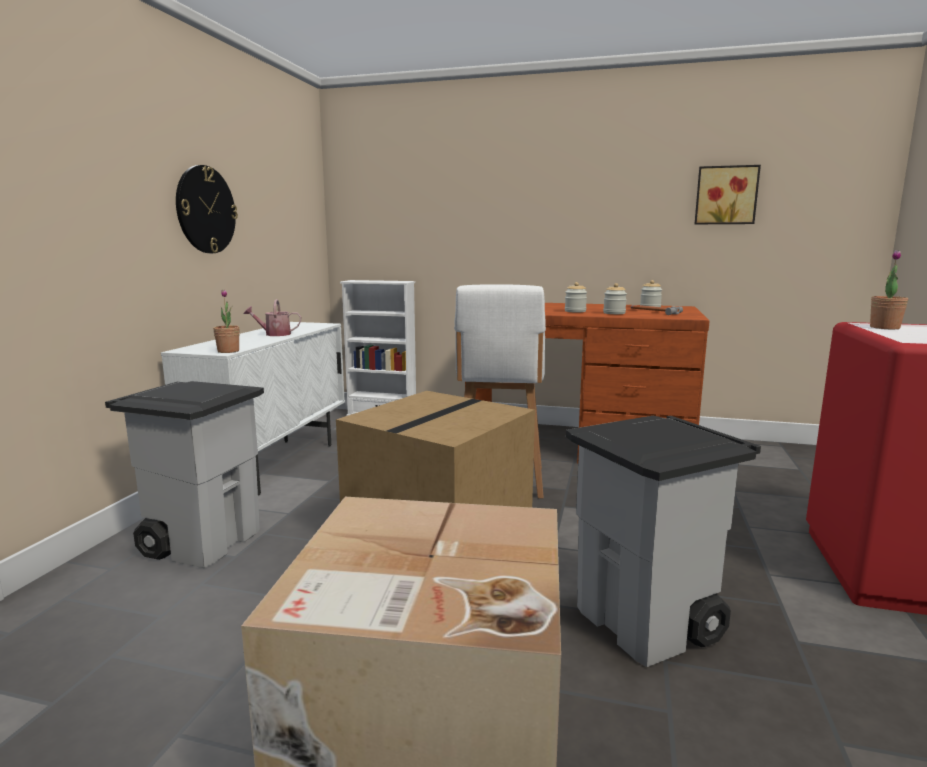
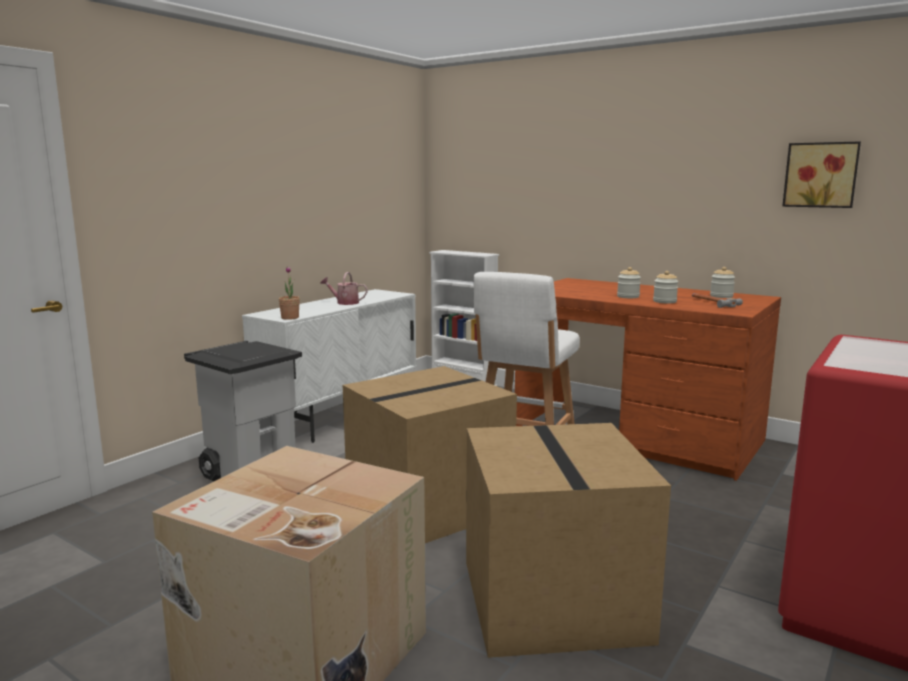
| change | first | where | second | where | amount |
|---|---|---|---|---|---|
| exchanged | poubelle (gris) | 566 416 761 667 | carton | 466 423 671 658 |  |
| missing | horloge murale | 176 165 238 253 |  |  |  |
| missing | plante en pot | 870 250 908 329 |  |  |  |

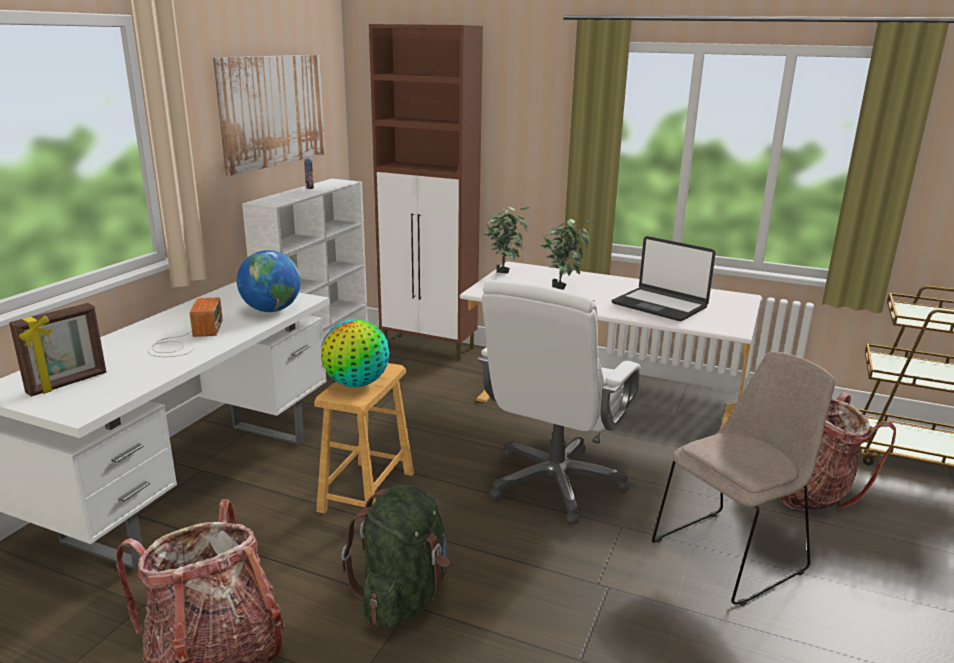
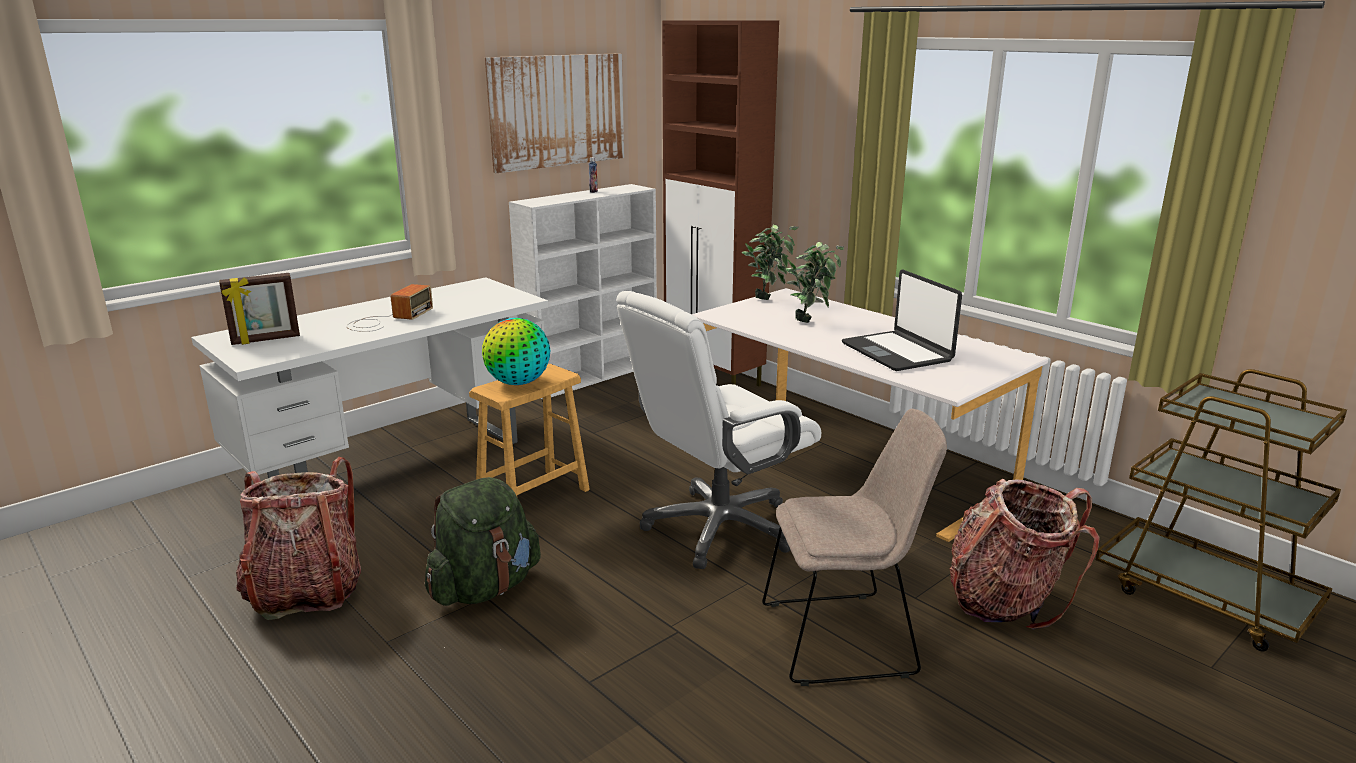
| change | first | where | second | where | amount |
|---|---|---|---|---|---|
| missing | globe | 237 250 301 312 |  |  |  |

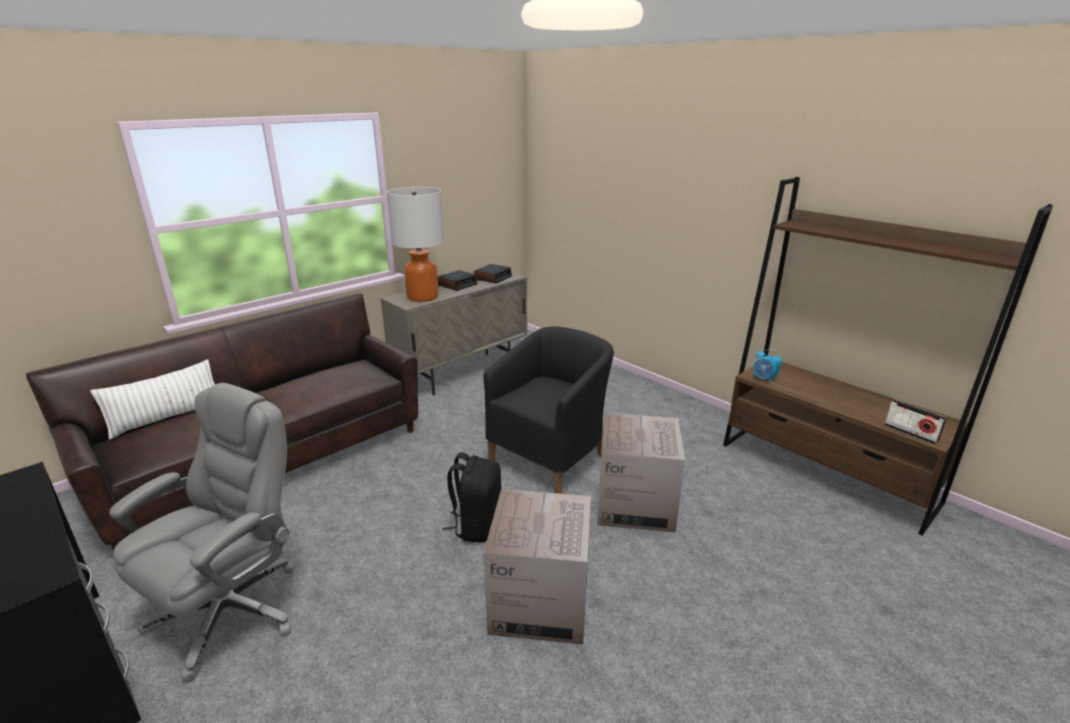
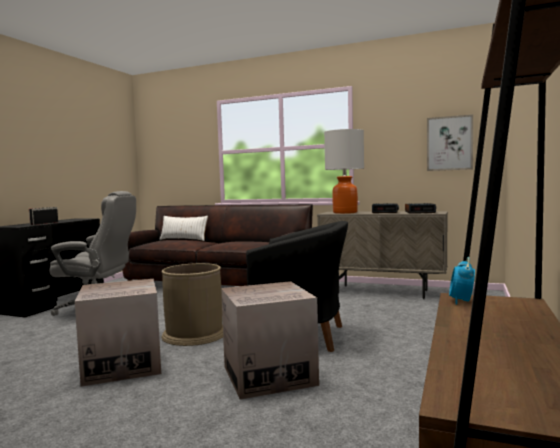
| change | first | where | second | where | amount |
|---|---|---|---|---|---|
| relocated | radio | 884 400 947 444 |  | 29 207 58 225 |  |
| exchanged | sac à dos (noir) | 443 453 501 543 | poubelle (marron) | 162 263 223 346 |  |
| appeared |  |  | tableau | 427 114 473 171 |  |

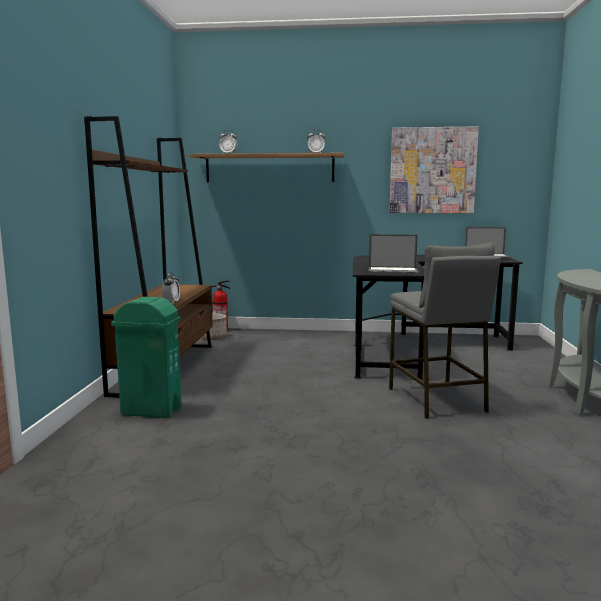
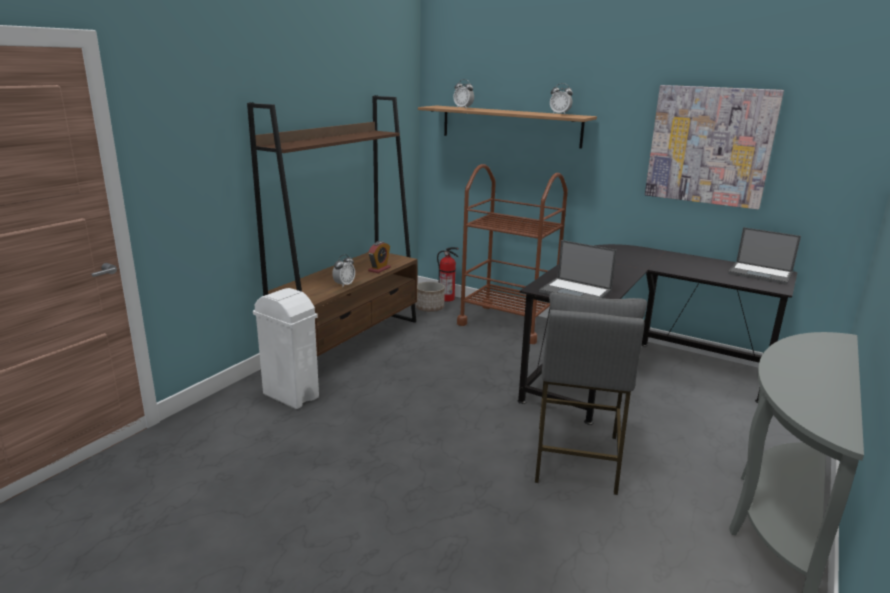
| change | first | where | second | where | amount |
|---|---|---|---|---|---|
| colour | poubelle (vert) | 111 297 181 418 | poubelle (blanc) | 253 288 319 409 |  |
| appeared |  |  | réveil | 368 241 391 273 |  |
| appeared |  |  | chariot (marron) | 457 164 568 344 |  |

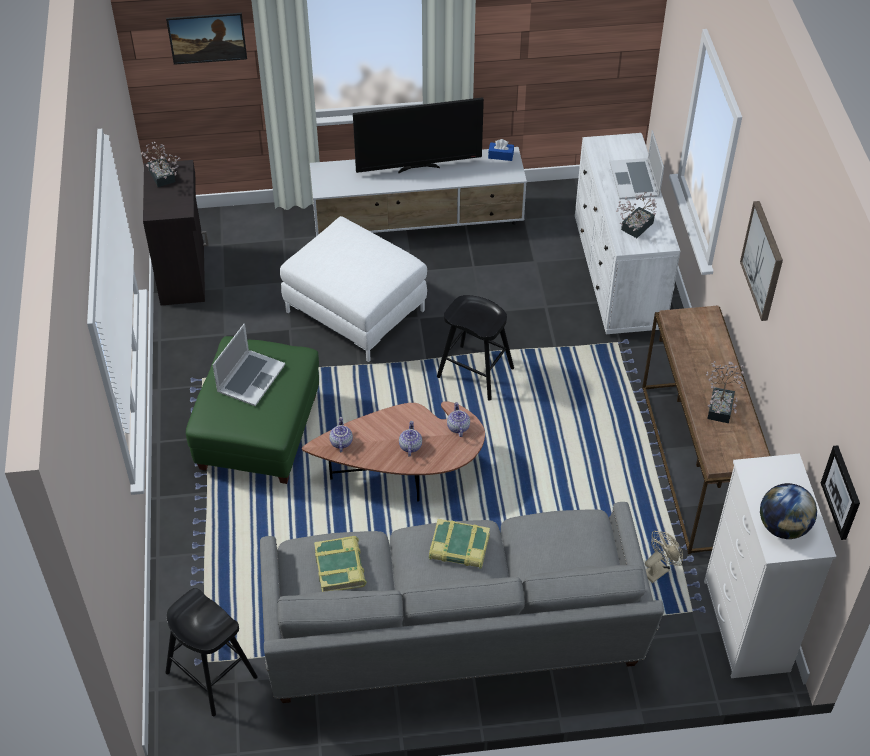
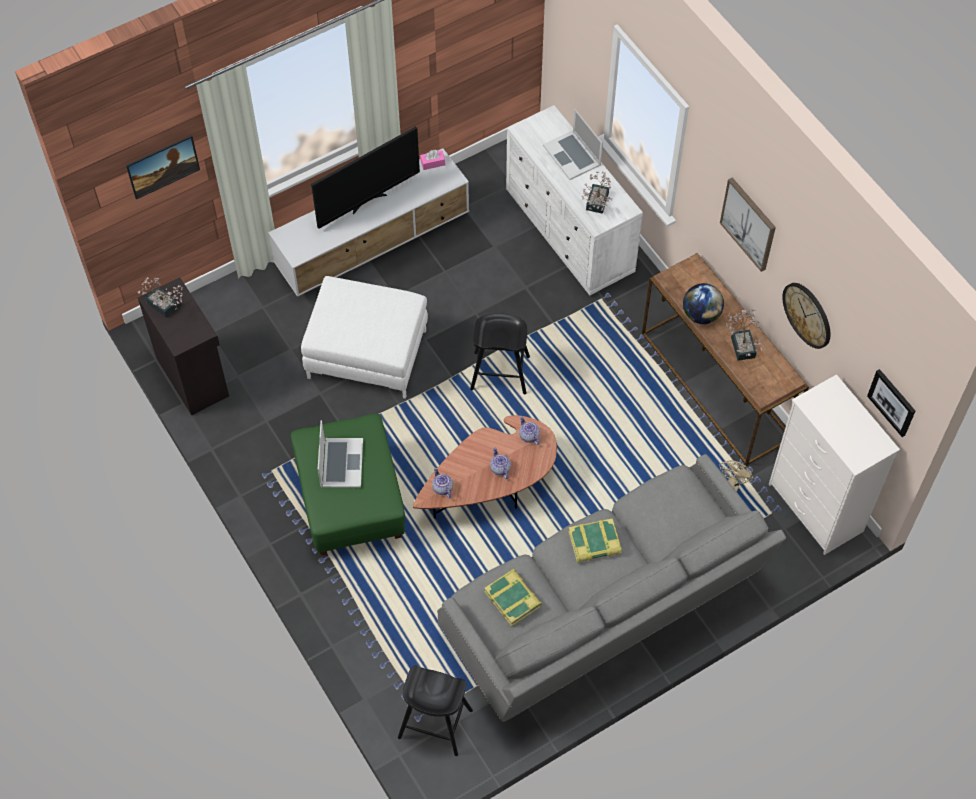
| change | first | where | second | where | amount |
|---|---|---|---|---|---|
| colour | boîte à mouchoirs (bleu) | 488 139 514 161 | boîte à mouchoirs (rose) | 420 150 445 170 |  |
| relocated | globe | 760 483 817 539 |  | 683 283 724 324 |  |
| appeared |  |  | horloge murale | 782 283 830 349 |  |

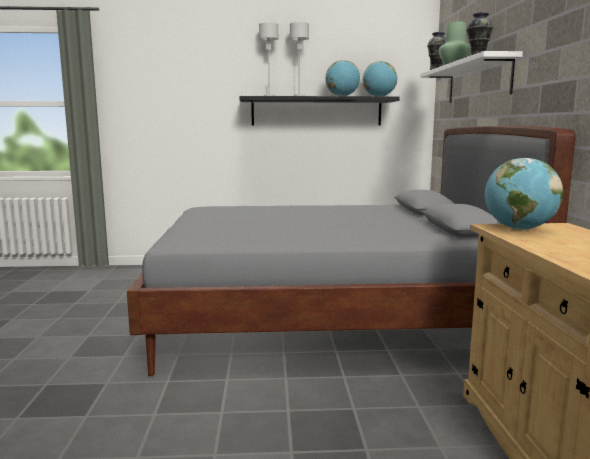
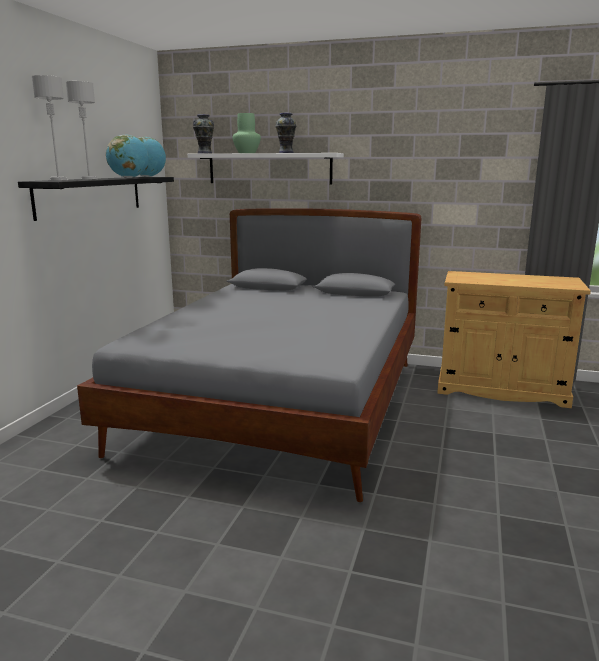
| change | first | where | second | where | amount |
|---|---|---|---|---|---|
| missing | globe | 485 158 563 230 |  |  |  |

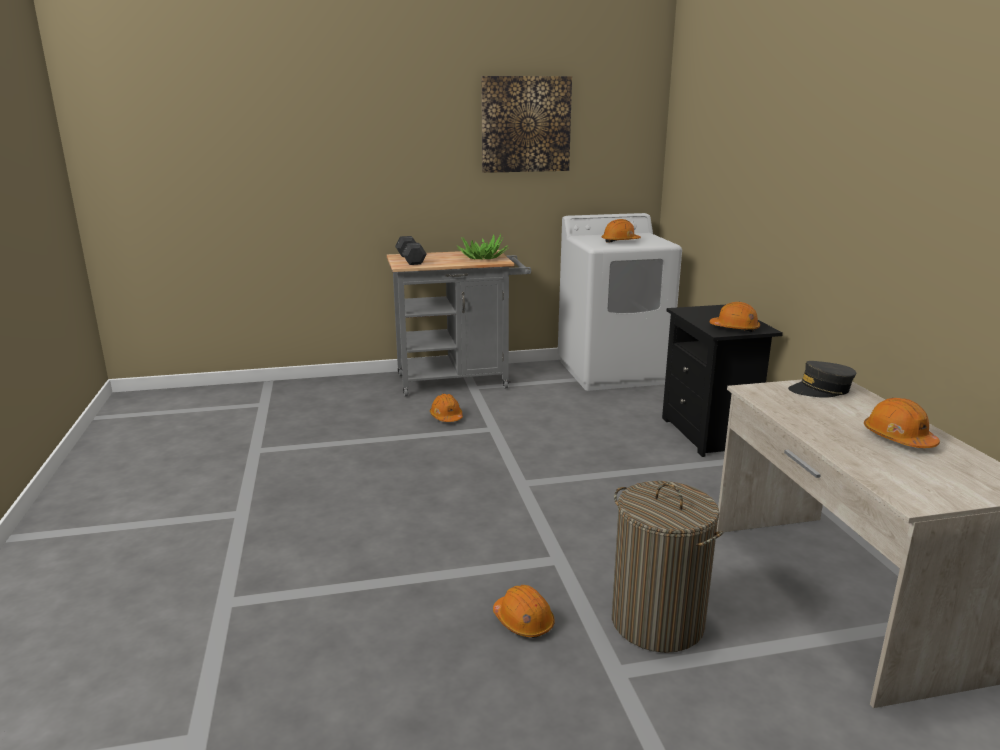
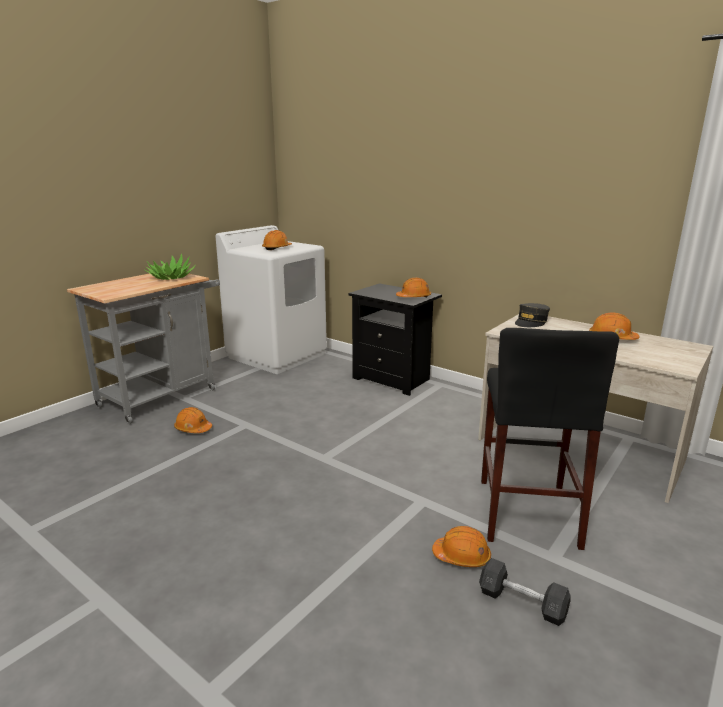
| change | first | where | second | where | amount |
|---|---|---|---|---|---|
| relocated | haltère (gris) | 395 236 426 265 |  | 479 558 571 626 |  |
| exchanged | panier à linge | 612 481 723 653 | tabouret (noir) | 481 328 619 550 |  |
| missing | tableau | 481 76 572 173 |  |  |  |

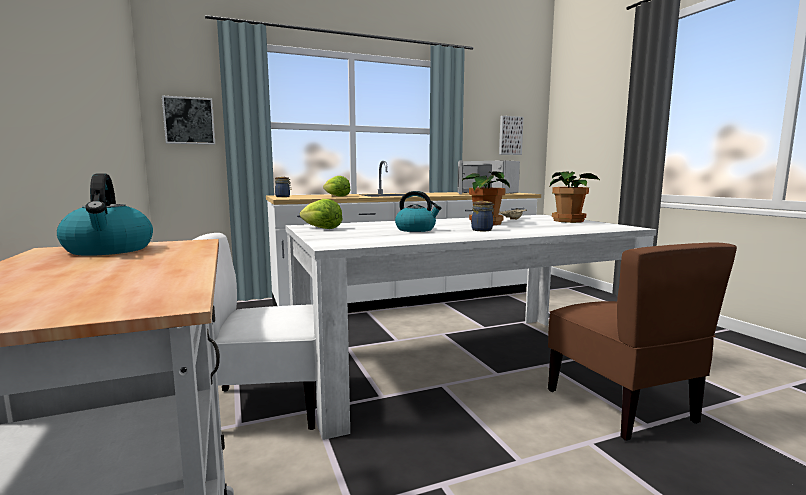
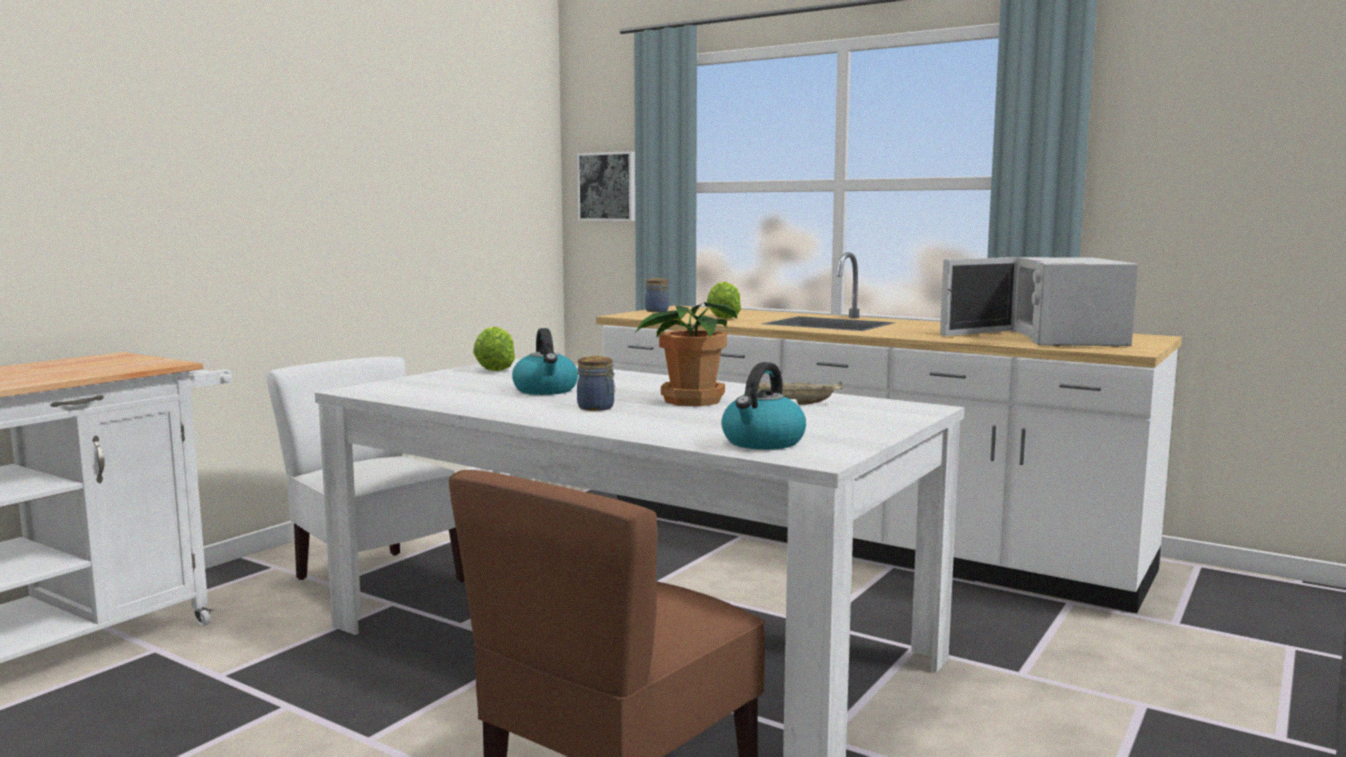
| change | first | where | second | where | amount |
|---|---|---|---|---|---|
| relocated | bouilloire | 57 173 153 256 |  | 721 362 806 450 |  |
| missing | tableau | 499 116 523 155 |  |  |  |
| missing | plante en pot | 550 171 601 223 |  |  |  |

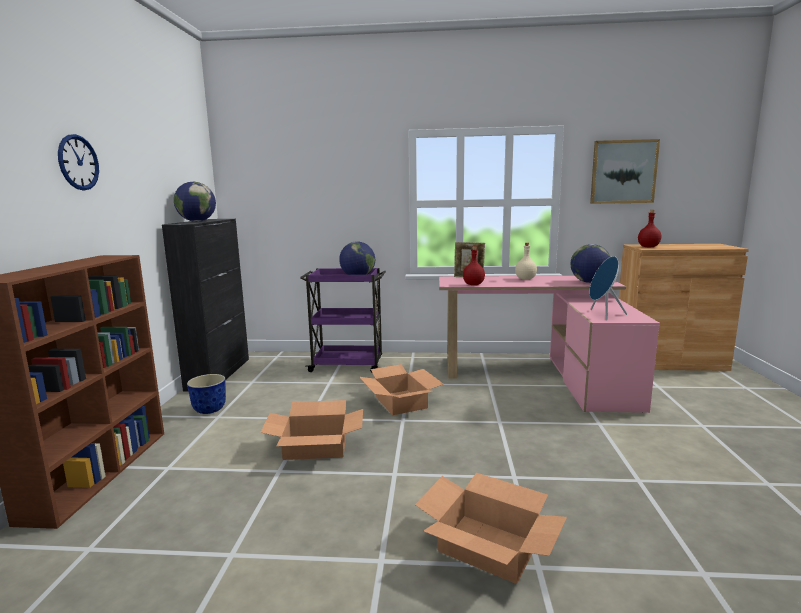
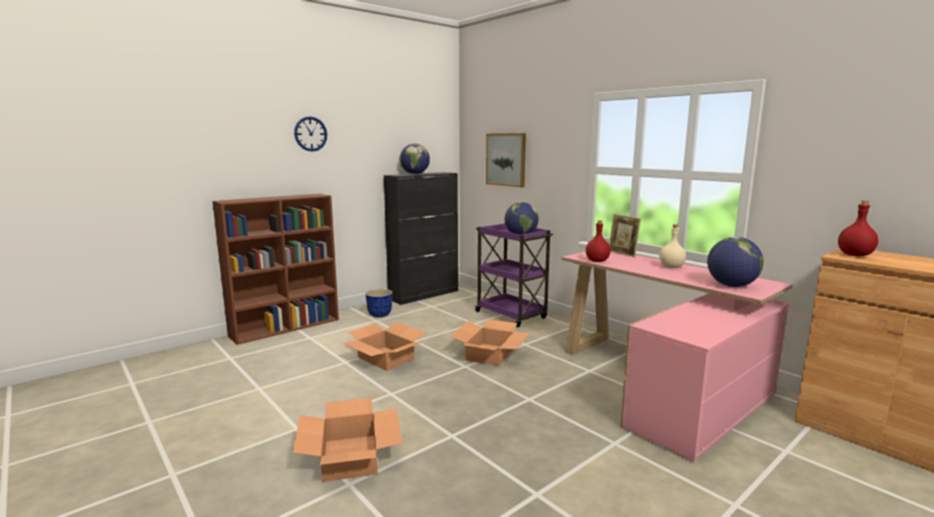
| change | first | where | second | where | amount |
|---|---|---|---|---|---|
| relocated | tableau | 590 139 660 204 |  | 486 133 526 187 |  |
| missing | enceinte (bleu) | 589 256 627 320 |  |  |  |

